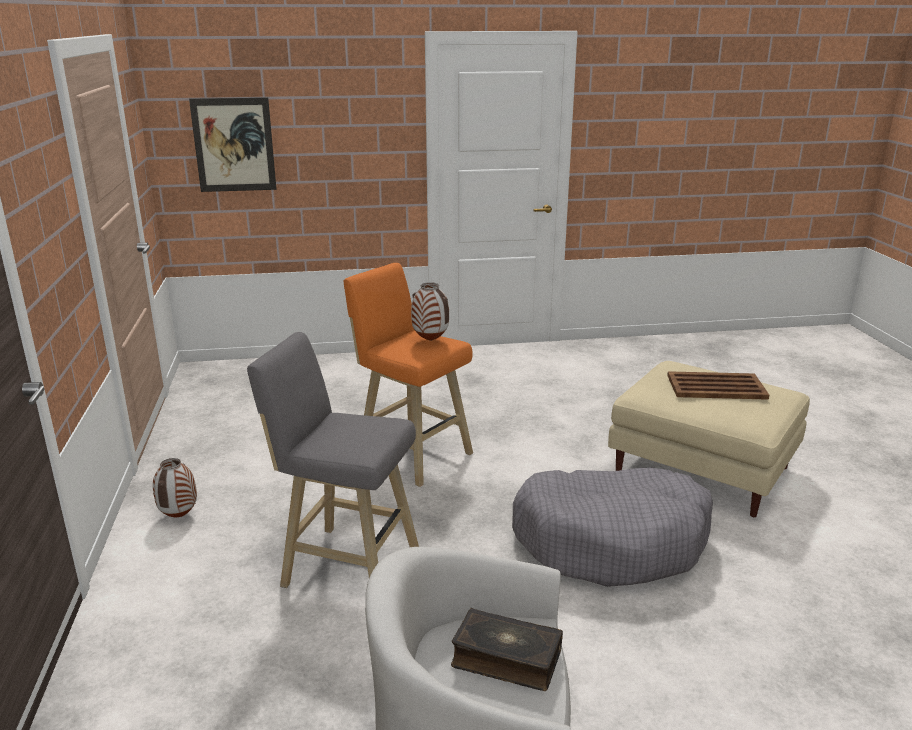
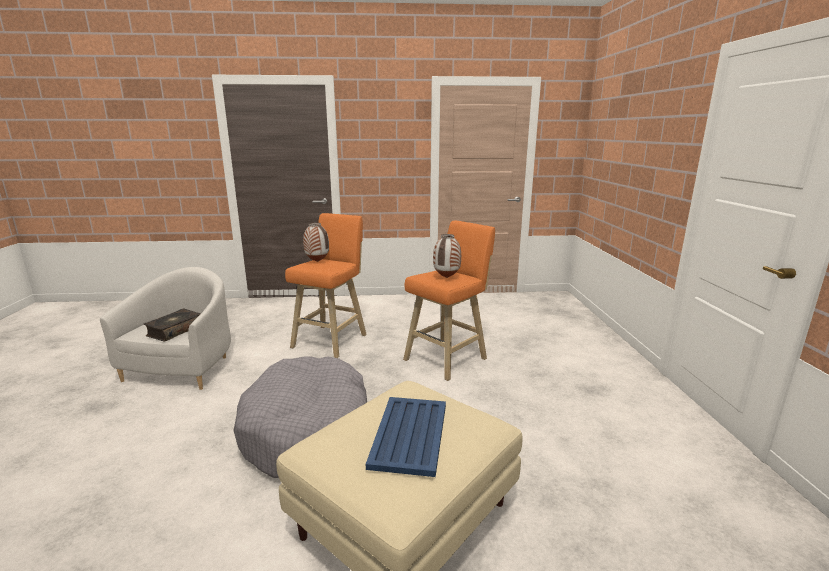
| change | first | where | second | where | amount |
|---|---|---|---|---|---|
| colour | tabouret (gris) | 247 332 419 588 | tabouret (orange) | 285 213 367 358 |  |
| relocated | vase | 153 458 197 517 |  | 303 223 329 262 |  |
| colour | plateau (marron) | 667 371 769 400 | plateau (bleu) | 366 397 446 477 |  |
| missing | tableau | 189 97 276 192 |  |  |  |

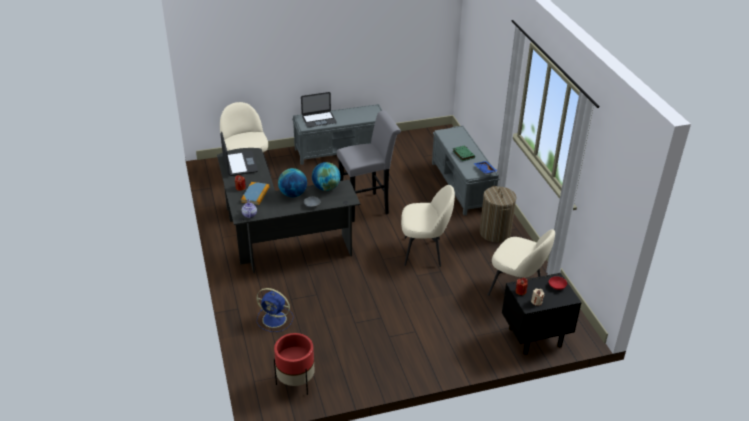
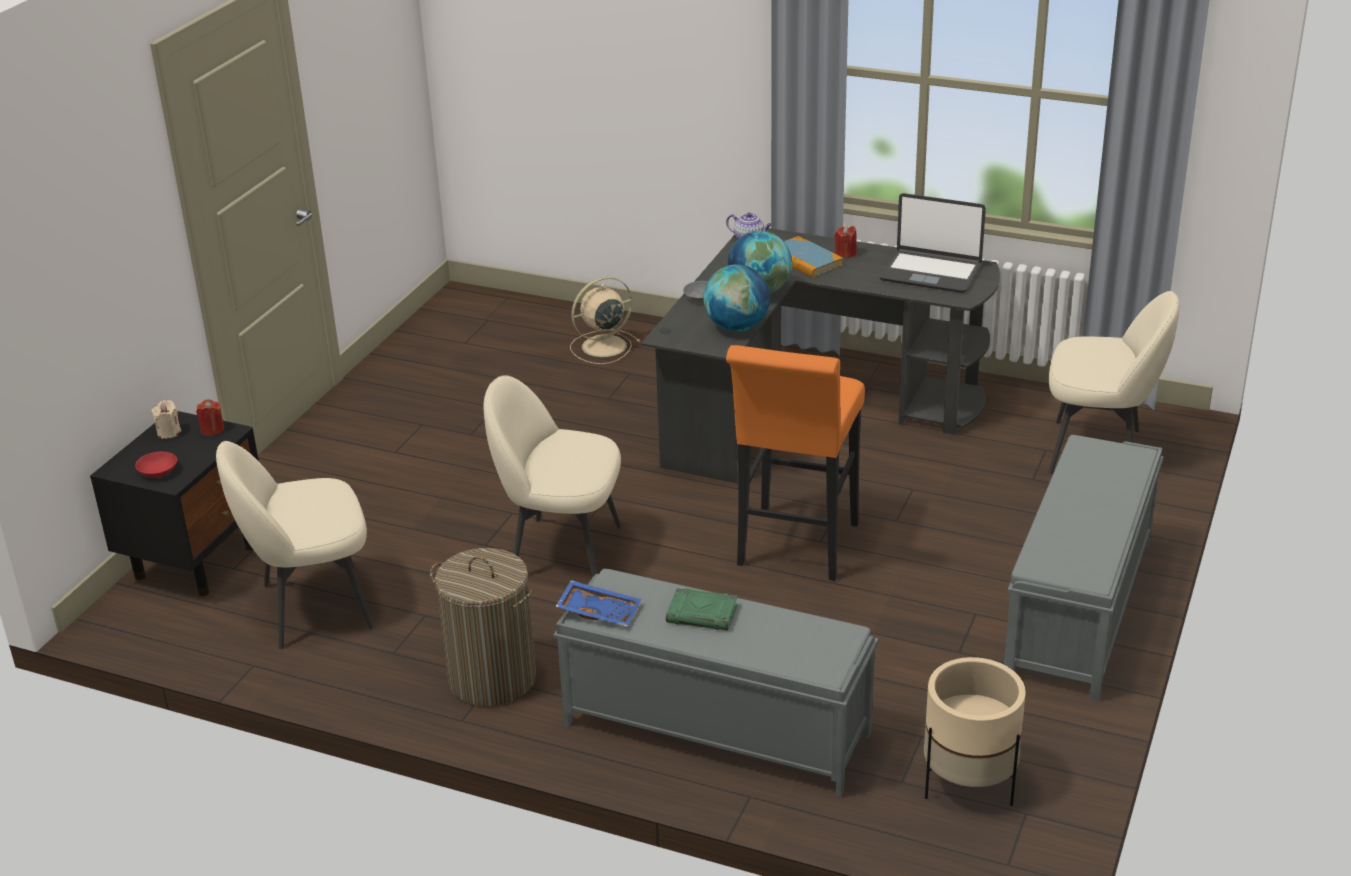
| change | first | where | second | where | amount |
|---|---|---|---|---|---|
| spun | chaise (beige) | 401 185 455 267 |  | 484 375 621 578 | 60 degrees clockwise |
| colour | ventilateur (bleu) | 256 288 293 332 | ventilateur (beige) | 570 277 641 364 |  |
| colour | tabouret (gris) | 337 110 401 222 | tabouret (orange) | 726 345 865 581 |  |
| appeared |  |  | cache-pot (beige) | 924 657 1026 806 |  |
| missing | cache-pot (rouge) | 274 333 315 395 |  |  |  |
| missing | ordinateur portable | 301 92 337 127 |  |  |  |

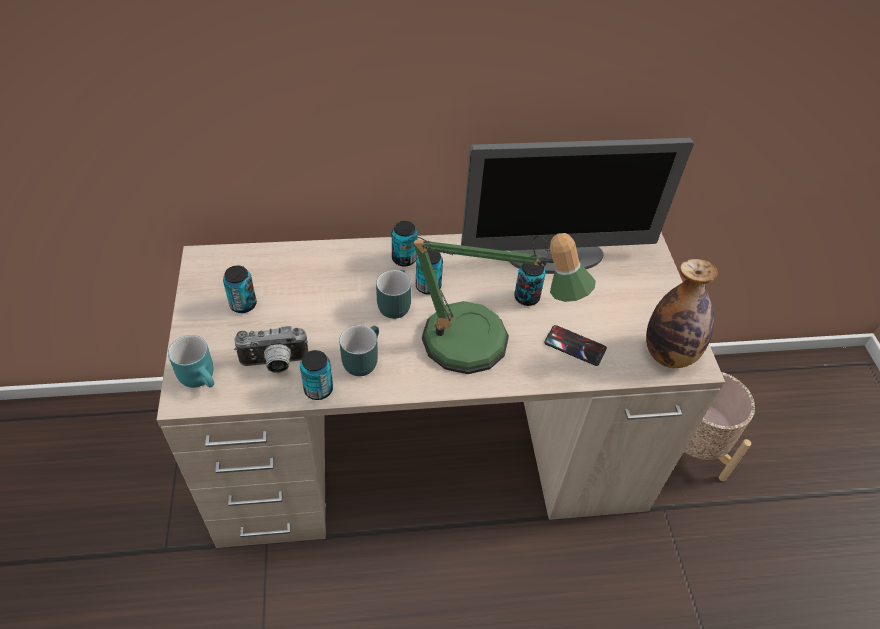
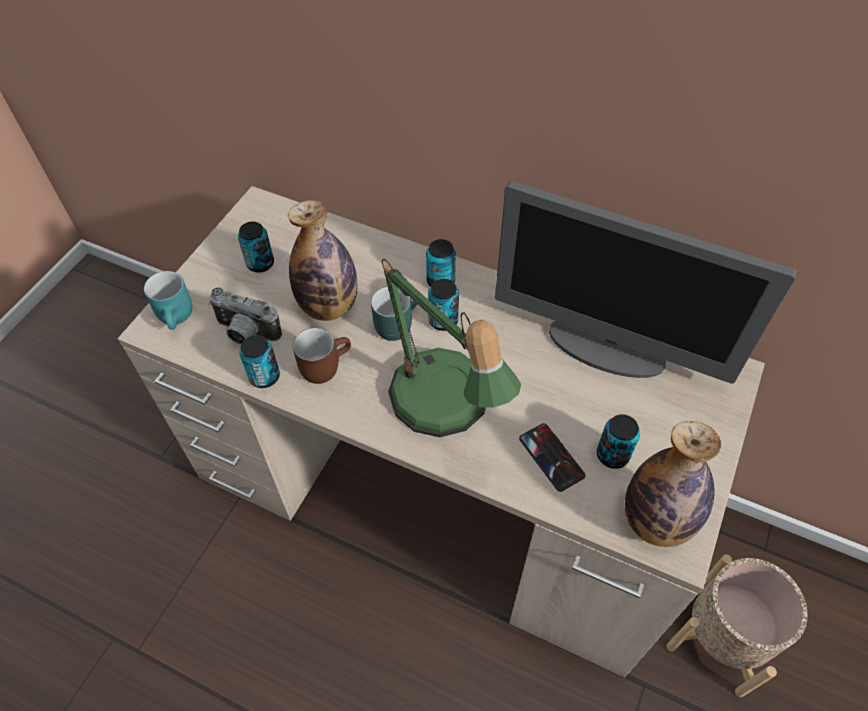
| change | first | where | second | where | amount |
|---|---|---|---|---|---|
| appeared |  |  | bouteille | 288 200 357 321 |  |
| colour | mug (turquoise) | 339 325 379 376 | mug (marron) | 293 328 351 384 |  |
| relocated | boîte métallique | 514 263 545 306 |  | 597 414 640 469 |  |

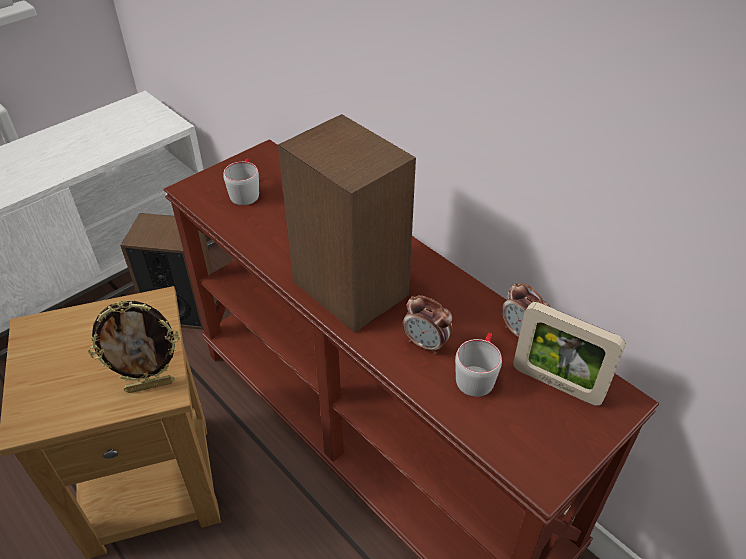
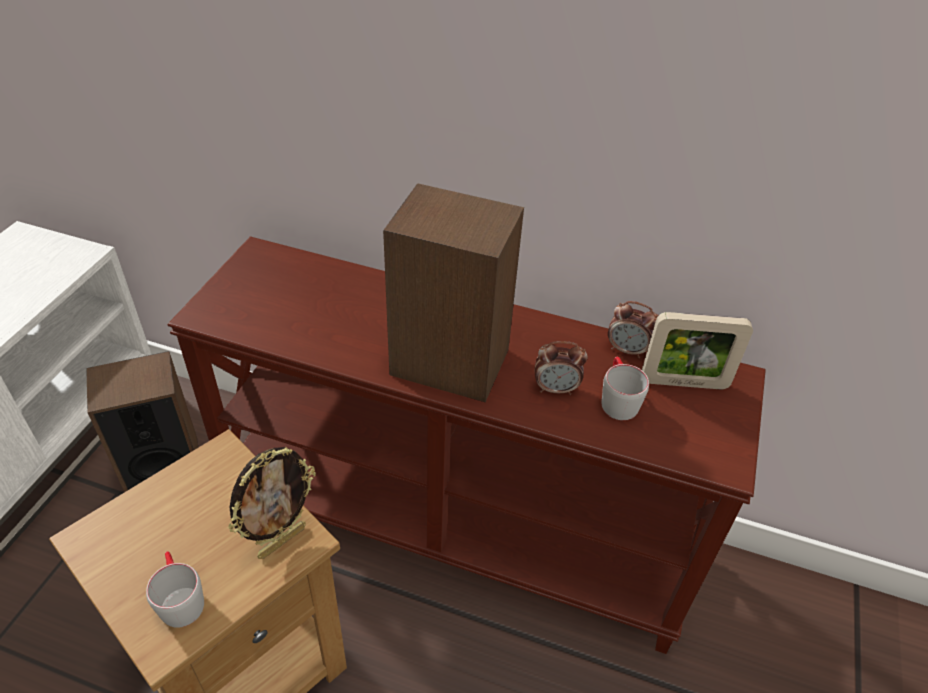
| change | first | where | second | where | amount |
|---|---|---|---|---|---|
| relocated | mug (gris) | 223 159 259 205 |  | 146 552 204 628 |  |

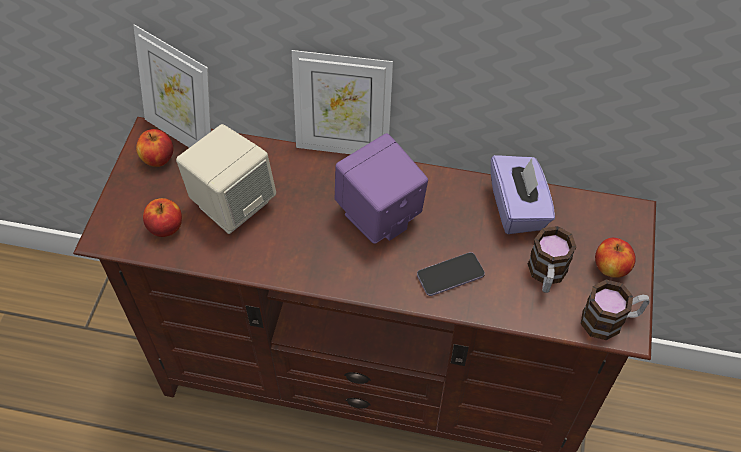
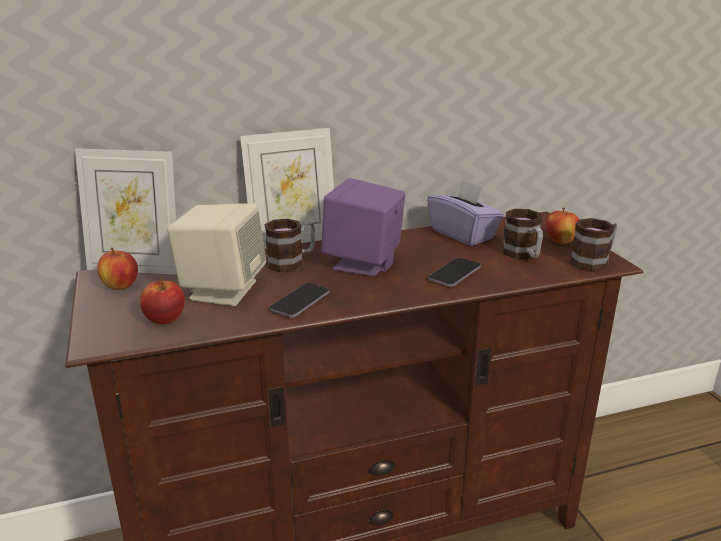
| change | first | where | second | where | amount |
|---|---|---|---|---|---|
| appeared |  |  | mug | 264 219 315 272 |  |
| appeared |  |  | téléphone | 269 283 330 318 |  |

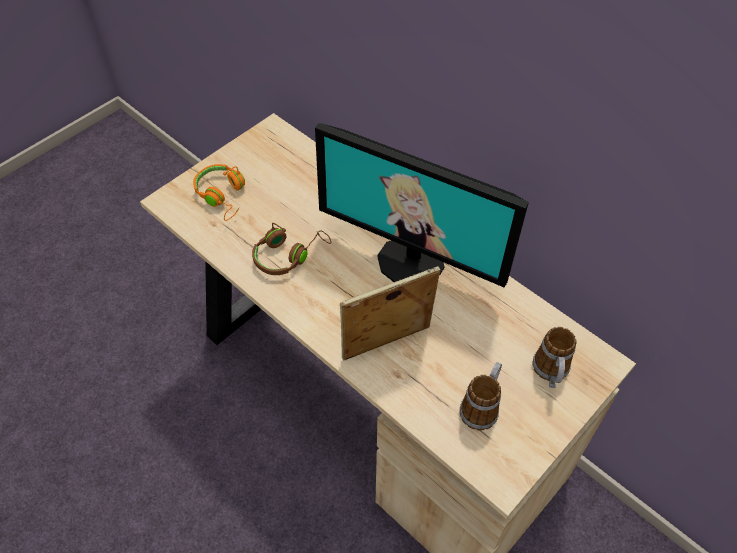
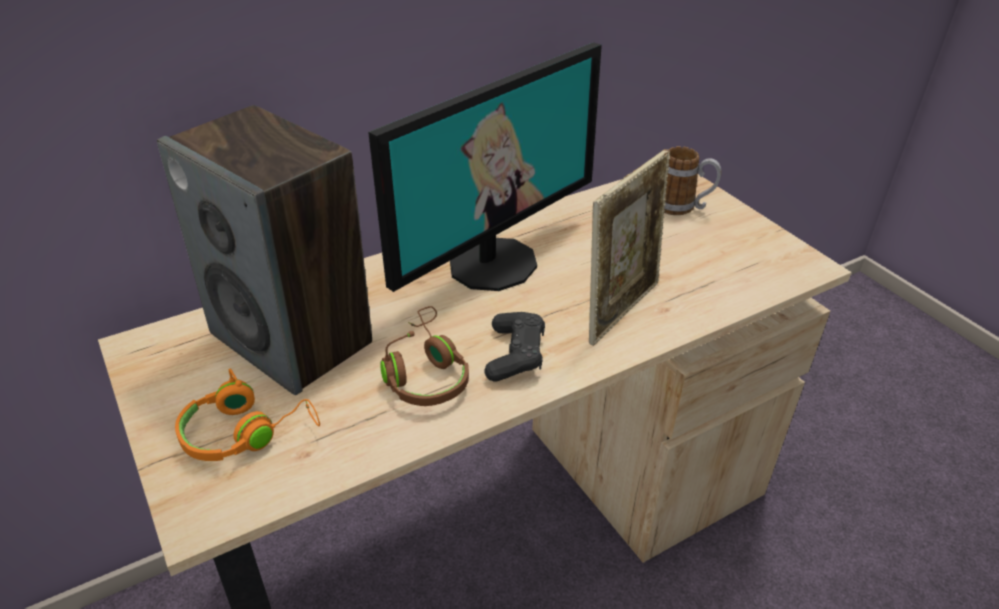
| change | first | where | second | where | amount |
|---|---|---|---|---|---|
| appeared |  |  | enceinte | 157 105 372 395 |  |
| appeared |  |  | manette (noir) | 484 312 545 381 |  |
| spun | cadre photo | 340 266 440 361 |  | 589 149 670 346 | 135 degrees counterclockwise |
| missing | mug | 460 362 502 431 |  |  |  |

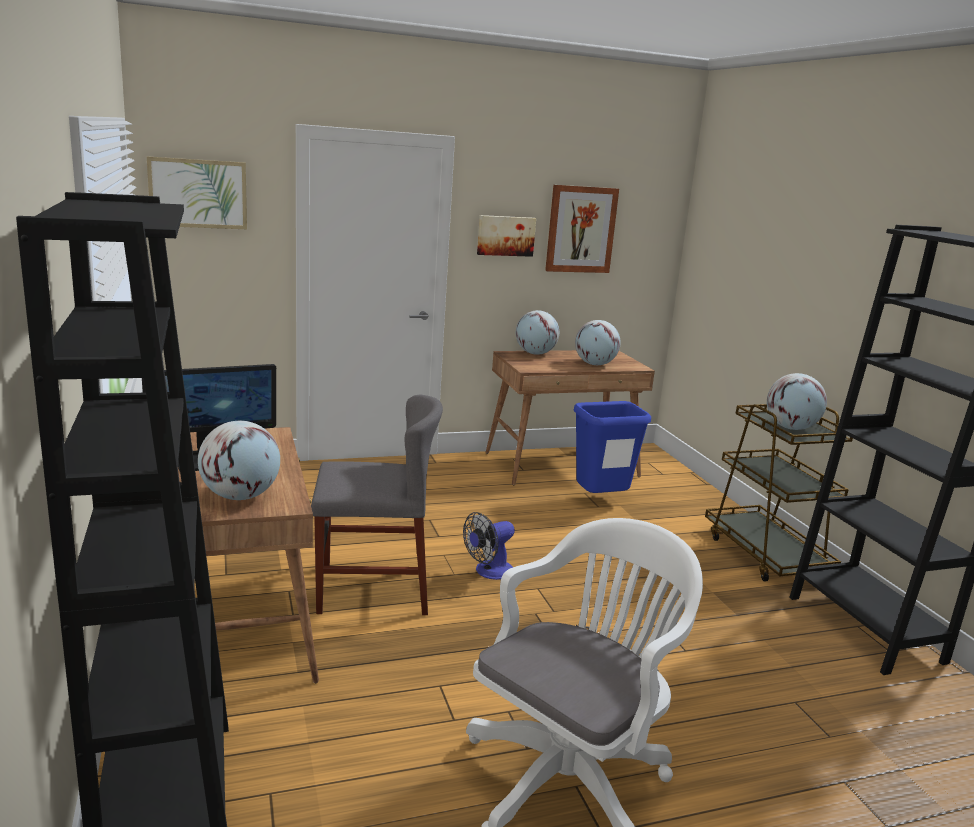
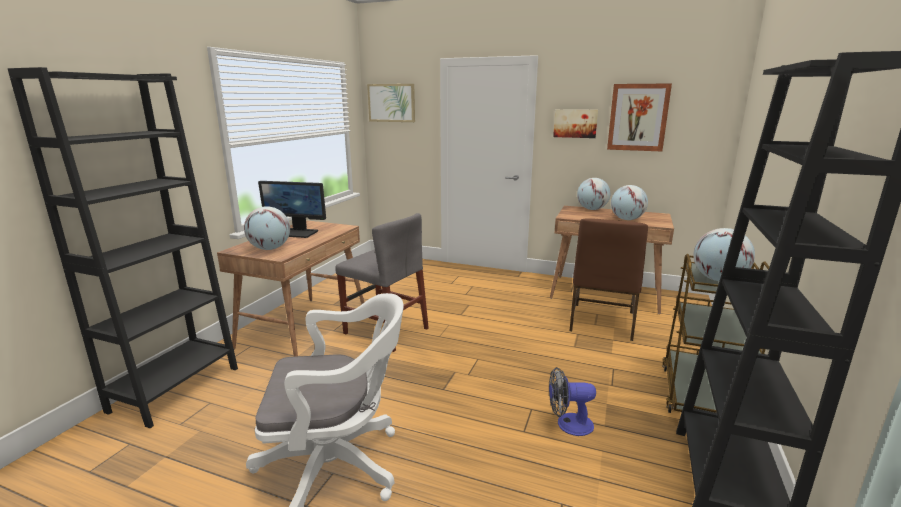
| change | first | where | second | where | amount |
|---|---|---|---|---|---|
| relocated | ventilateur | 463 512 515 580 |  | 549 367 596 436 |  |
| exchanged | poubelle (bleu) | 573 401 651 493 | chaise (marron) | 570 218 648 341 |  |

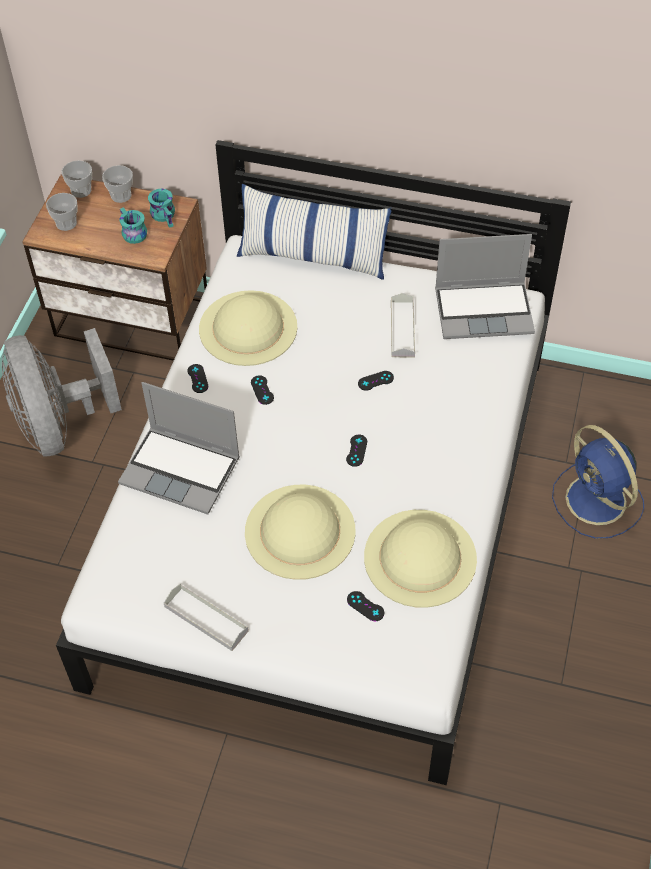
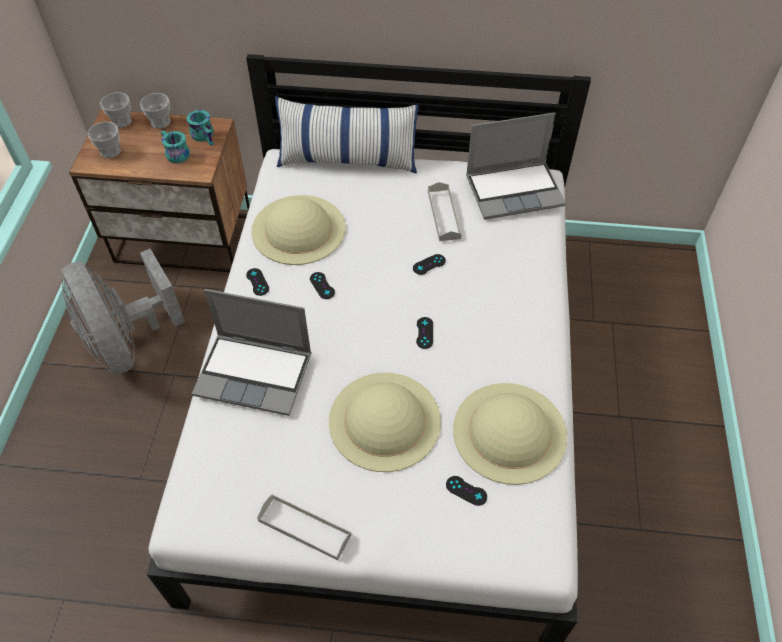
| change | first | where | second | where | amount |
|---|---|---|---|---|---|
| missing | ventilateur (bleu) | 552 425 644 539 |  |  |  |

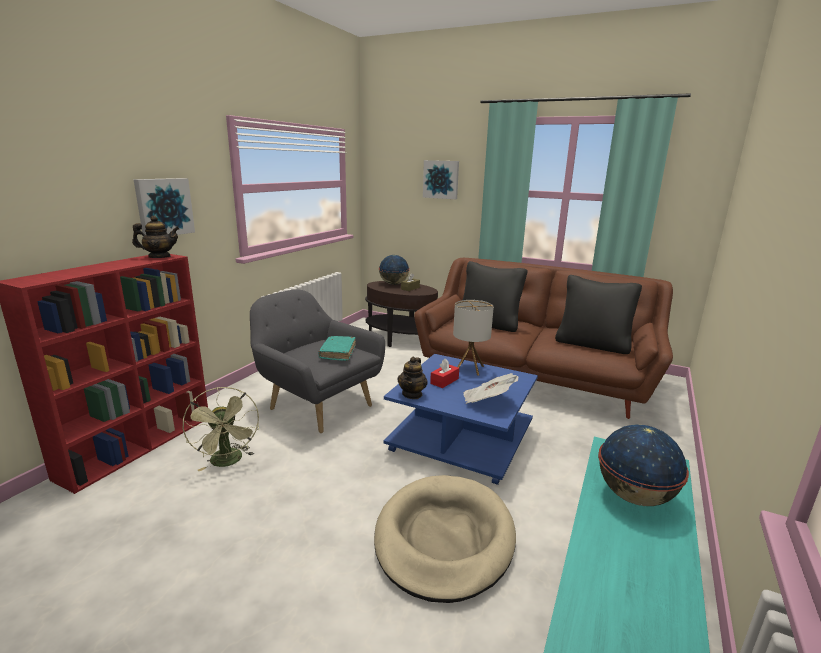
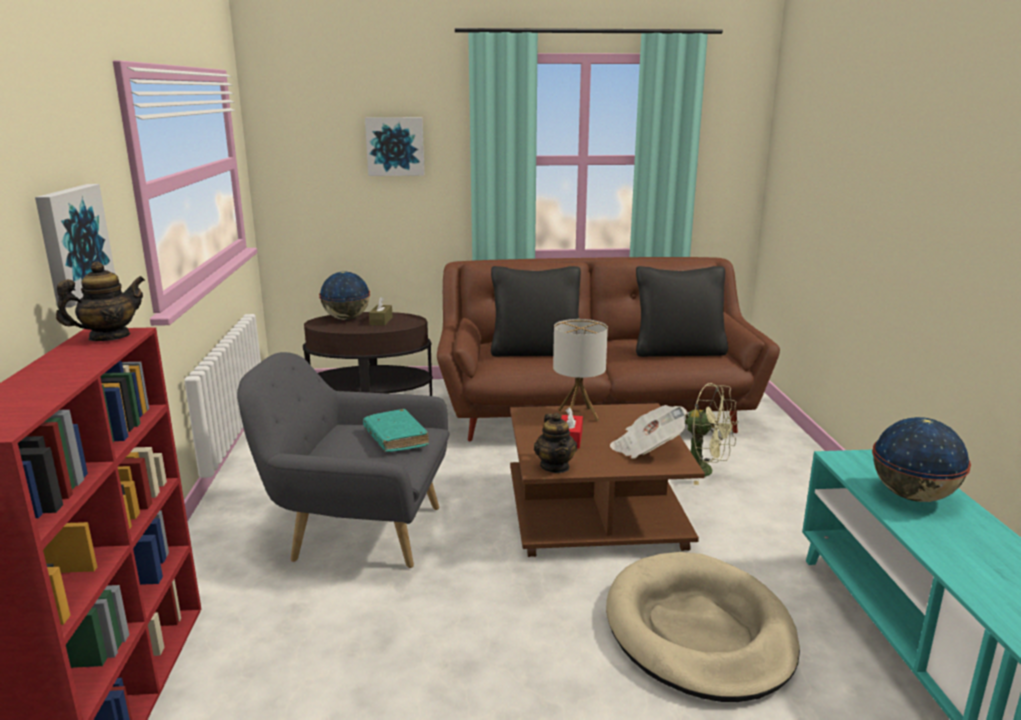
| change | first | where | second | where | amount |
|---|---|---|---|---|---|
| colour | table basse (bleu) | 383 354 538 485 | table basse (marron) | 510 403 705 557 |  |
| relocated | ventilateur (vert) | 183 387 259 471 |  | 685 383 738 485 |  |

